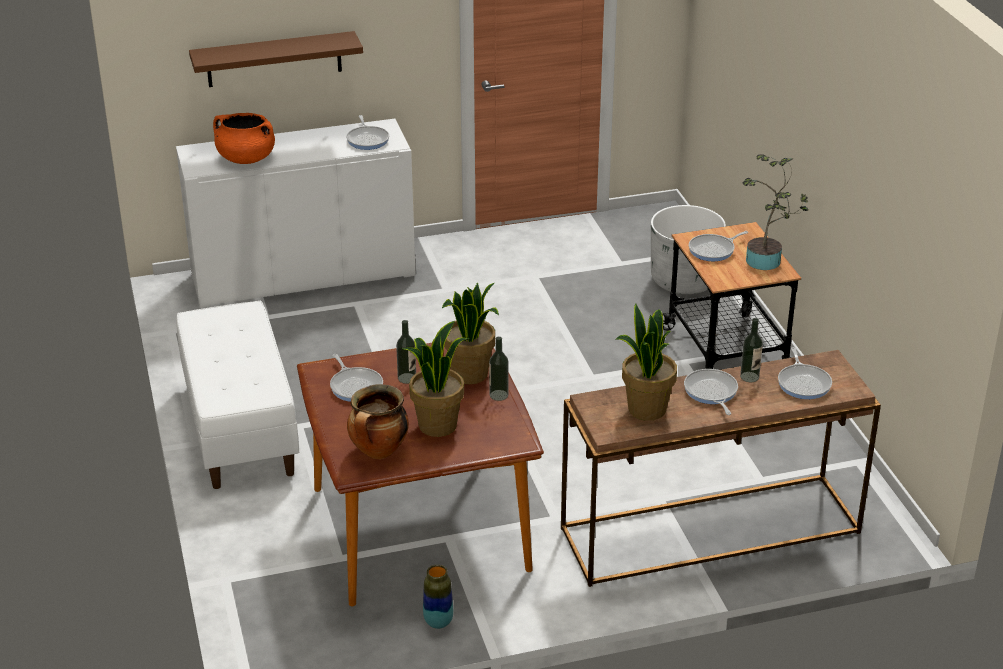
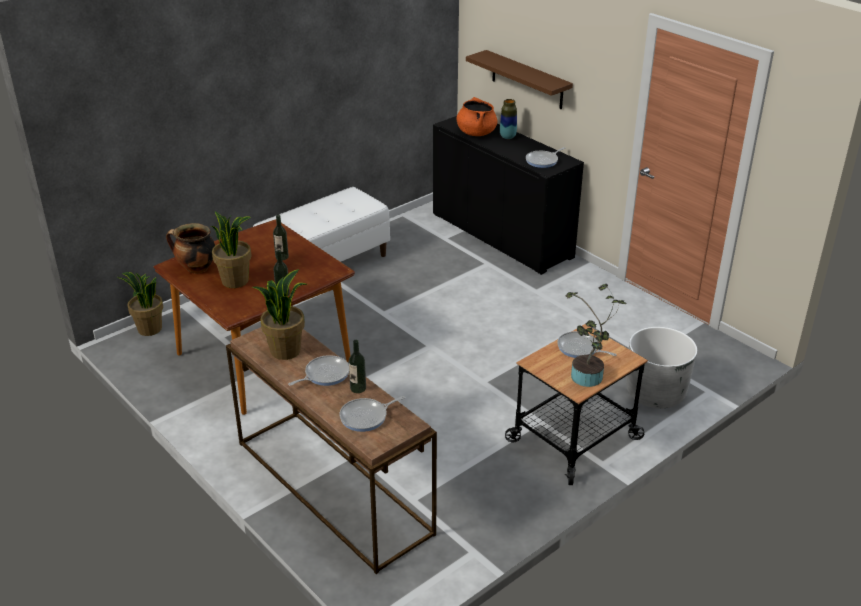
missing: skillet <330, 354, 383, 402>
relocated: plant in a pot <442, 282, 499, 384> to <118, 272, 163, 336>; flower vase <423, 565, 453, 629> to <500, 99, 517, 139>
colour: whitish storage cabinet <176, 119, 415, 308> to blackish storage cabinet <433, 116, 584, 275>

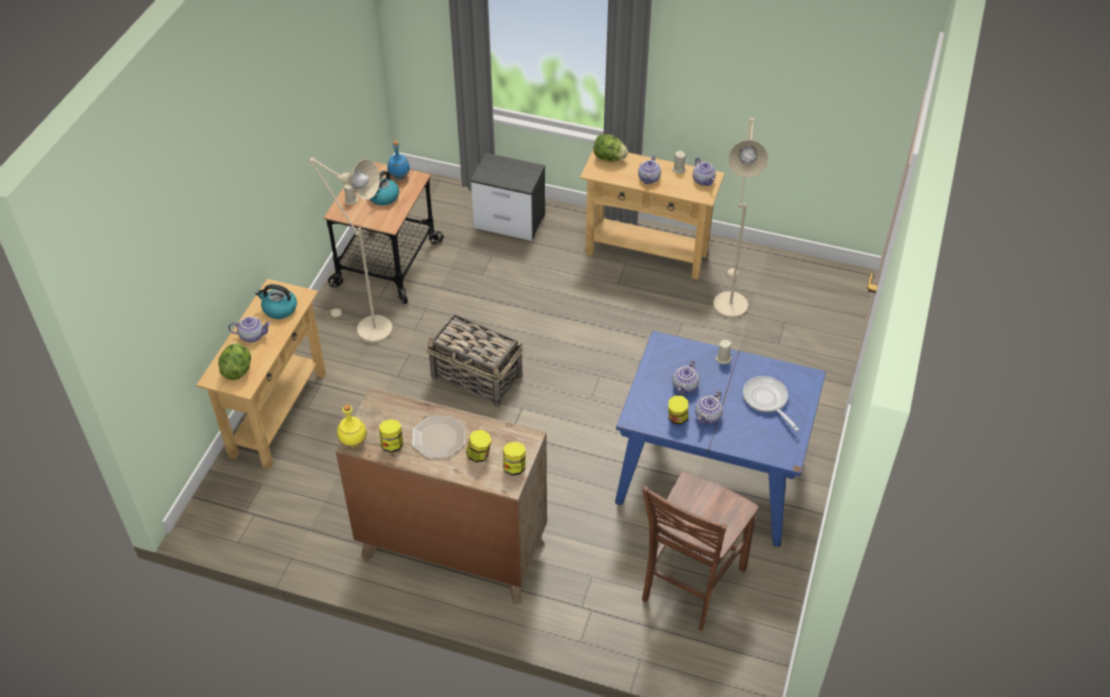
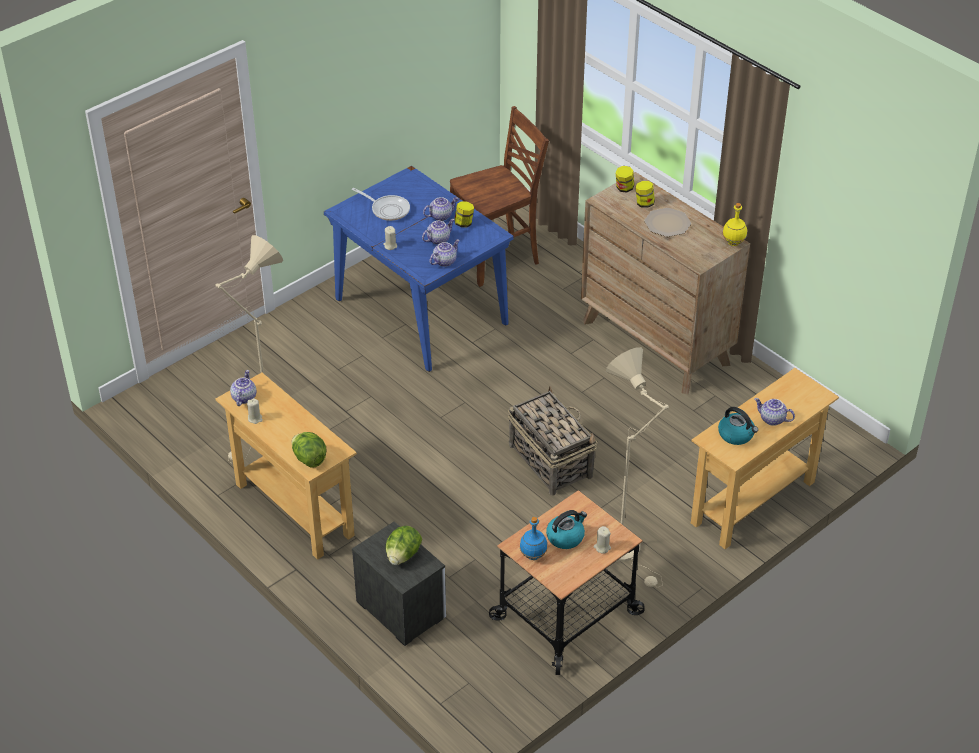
missing: preserve jar <379, 419, 403, 453>
relocated: lettuce head <219, 343, 251, 380> to <385, 526, 422, 565>; teapot <638, 155, 661, 184> to <429, 239, 460, 267>
spun: skillet <743, 376, 799, 431> = <352, 188, 410, 221> 60 degrees counterclockwise

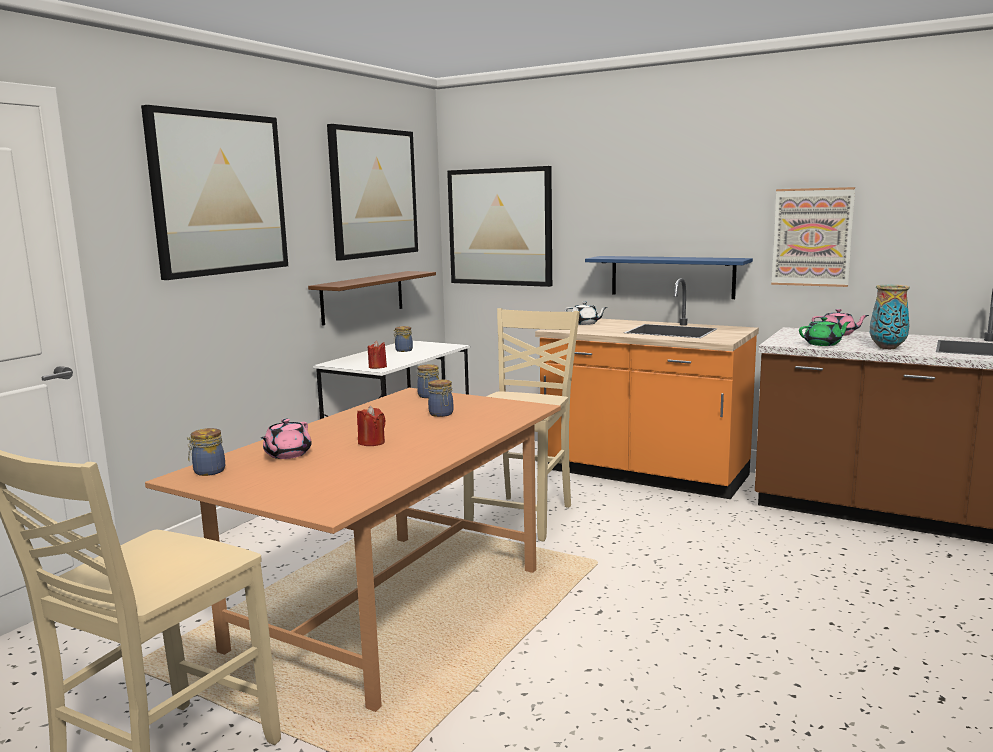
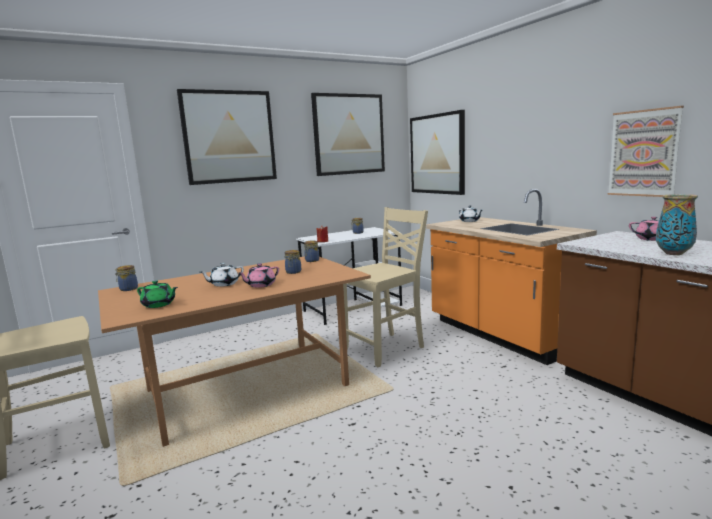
missing: brown-coloured bracket shelf <308, 271, 436, 326>; bluish bracket shelf <585, 256, 753, 299>
relocated: green teapot <799, 317, 850, 346> to <137, 281, 178, 308>; pink-coloured teapot <261, 418, 312, 459> to <238, 263, 279, 288>
exchanged: red candle <357, 406, 386, 446> to whitish teapot <200, 263, 244, 287>

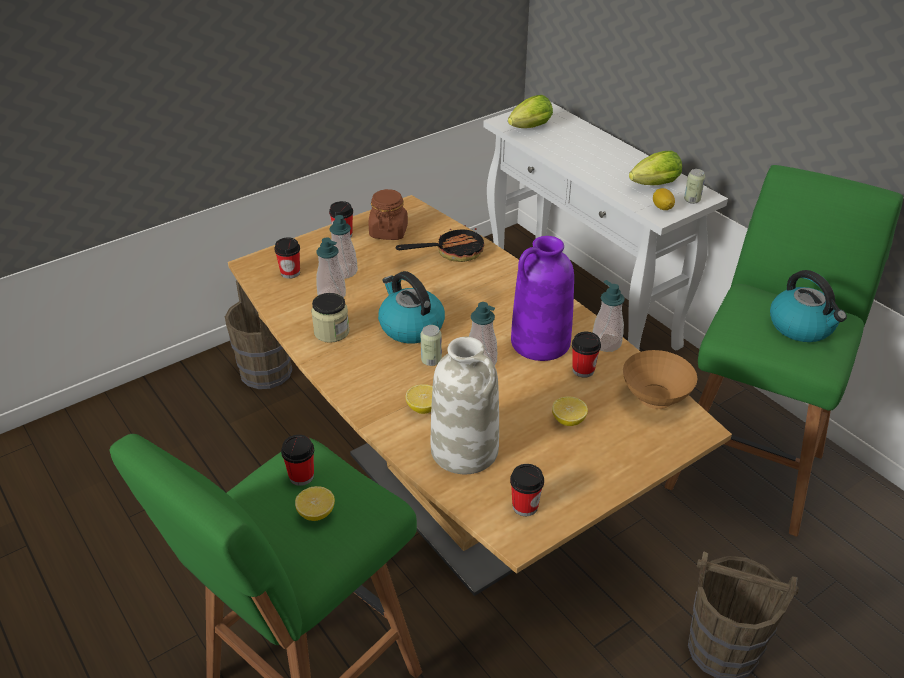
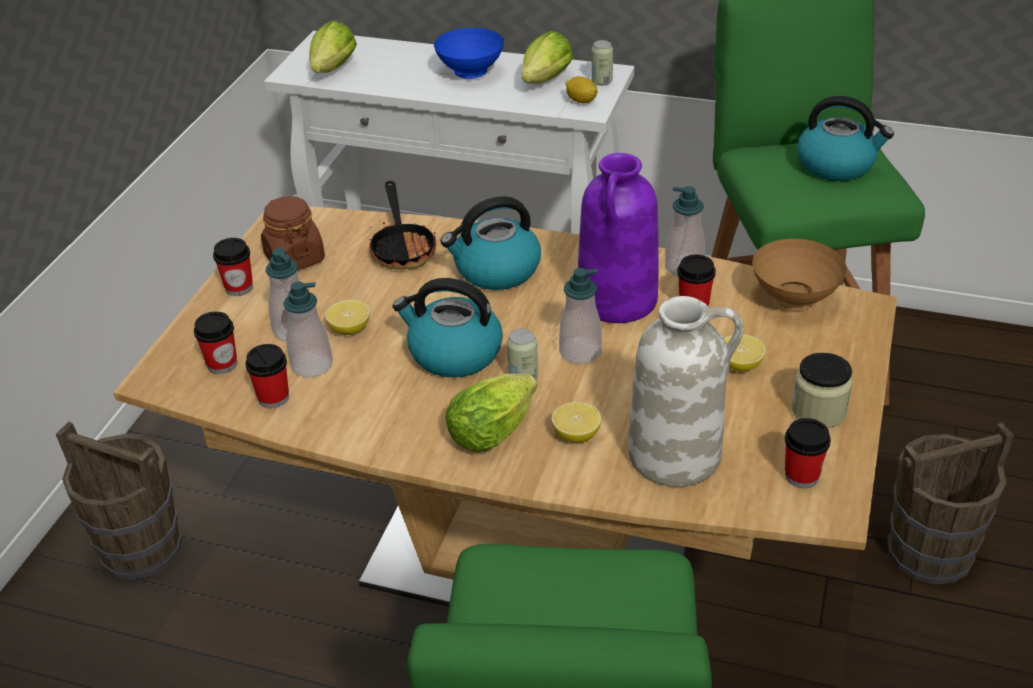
appeared: bluish deep dish <434, 28, 504, 79>; kettle <441, 196, 541, 290>; lettuce head <446, 374, 538, 452>
relocated: cup <281, 435, 314, 486> to <245, 344, 289, 408>; citrus fruit <295, 486, 335, 521> to <325, 300, 370, 335>; preserve jar <311, 293, 350, 343> to <792, 352, 853, 428>
spun: skillet <396, 223, 484, 262> = <369, 181, 436, 269> 135 degrees clockwise

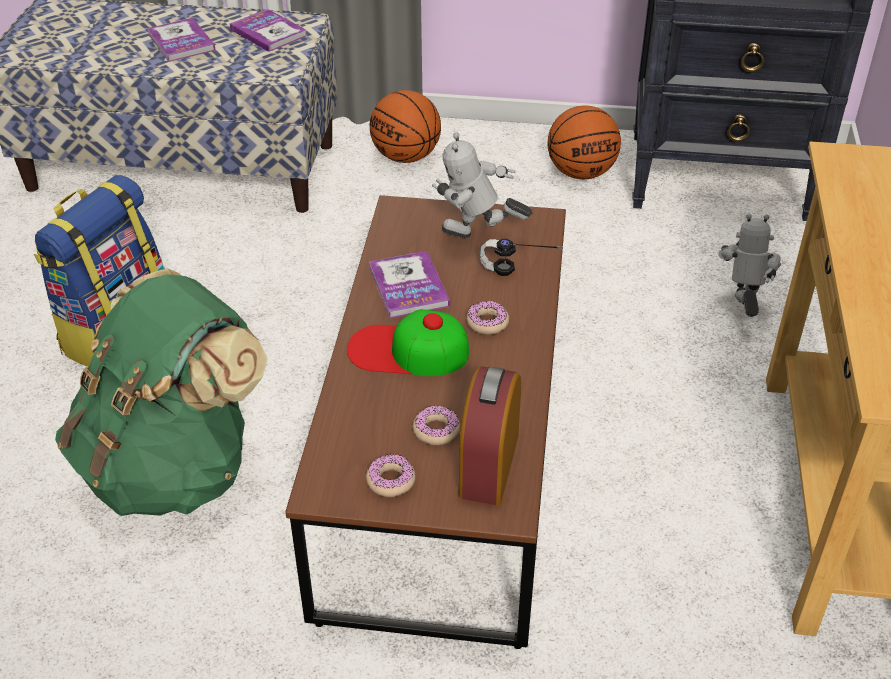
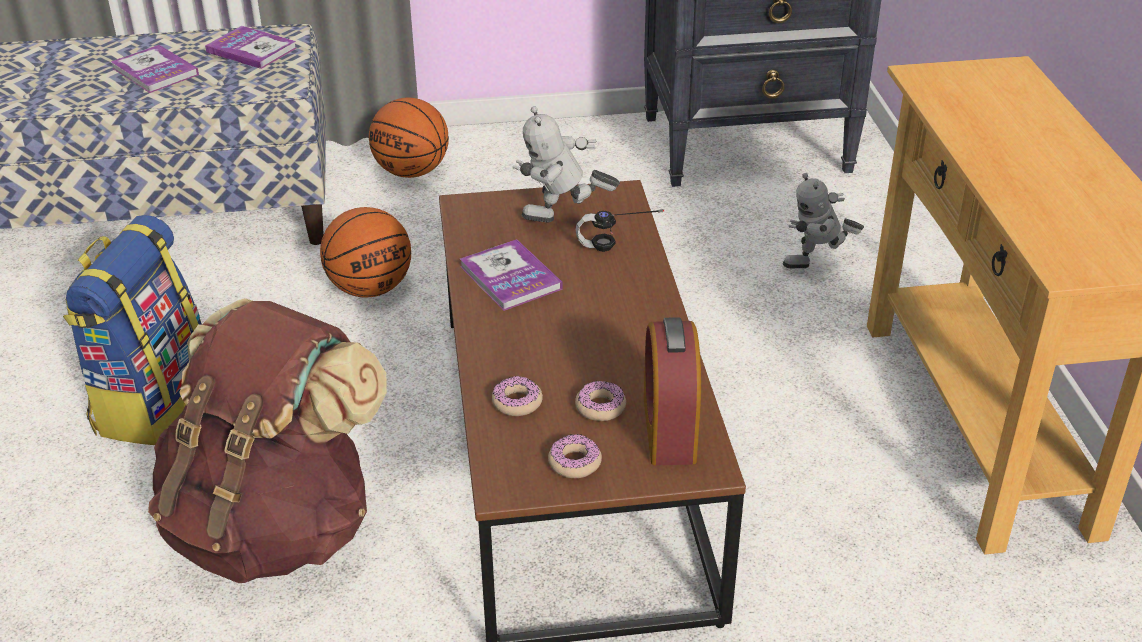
missing: peaked cap <347, 309, 469, 376>
relocated: basketball <548, 106, 621, 180> to <320, 207, 411, 298>; ring doughnut <466, 301, 509, 335> to <492, 376, 543, 416>
colour: green backpack <55, 269, 268, 516> to brown-coloured backpack <148, 298, 386, 583>
spun: toy robot <718, 214, 781, 317> = <783, 173, 864, 268> 105 degrees counterclockwise

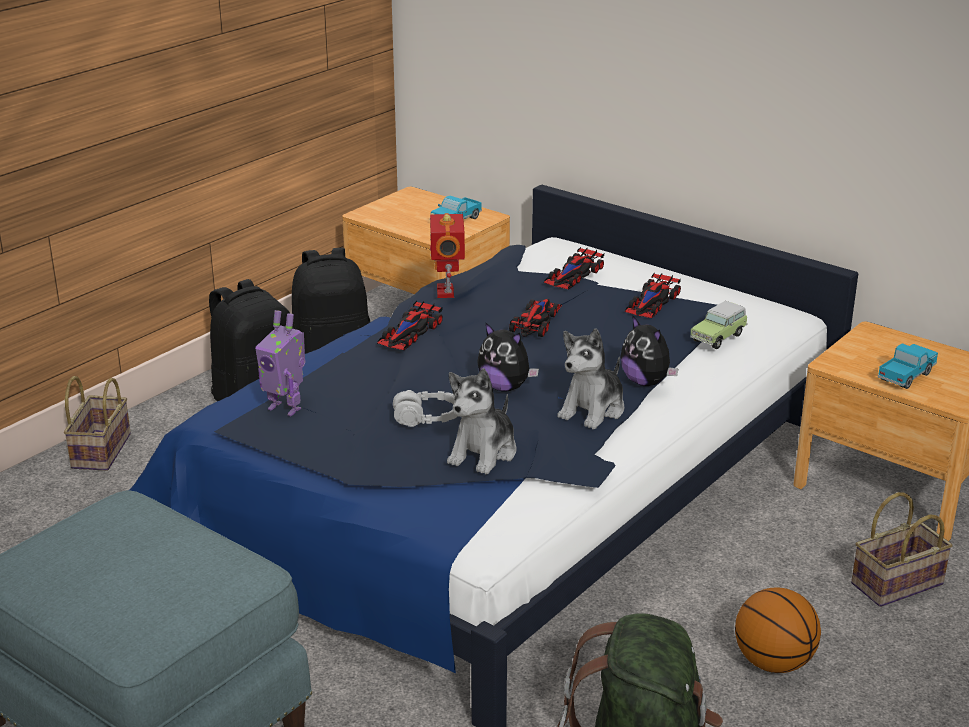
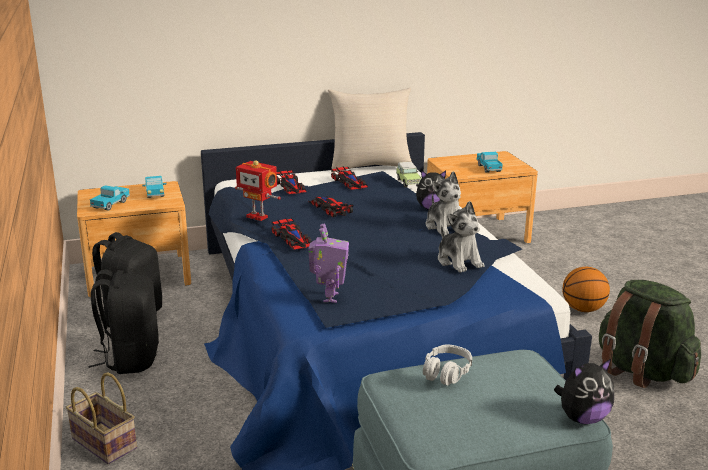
missing: household basket <851, 492, 952, 607>
appeared: model truck <90, 185, 130, 211>; beige-coloured throw pillow <328, 88, 412, 172>
relocated: grey headset <393, 390, 458, 427> to <423, 345, 472, 385>; soft toy <477, 323, 539, 392> to <554, 359, 614, 424>
spun: toy robot <255, 310, 306, 416> = <308, 224, 349, 303> 60 degrees counterclockwise

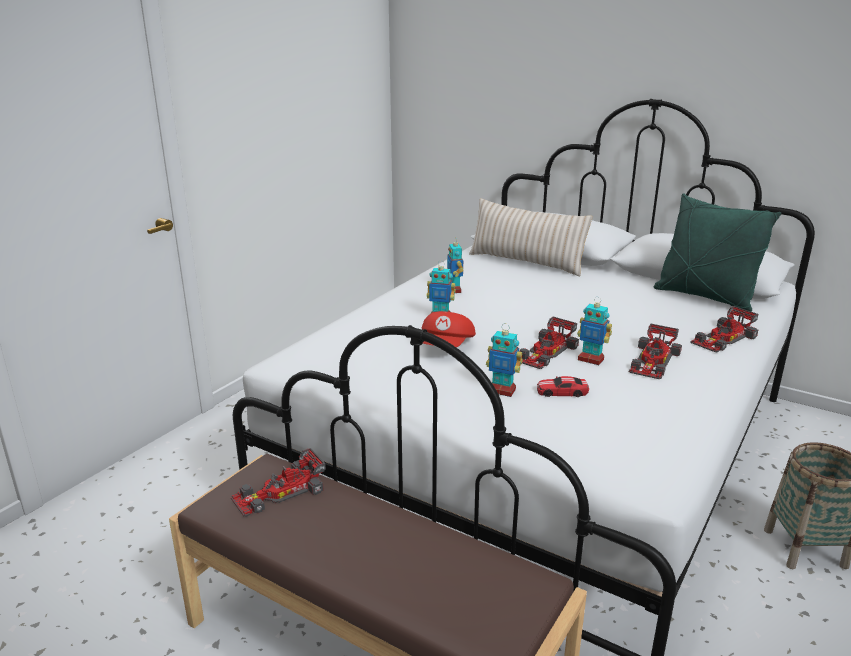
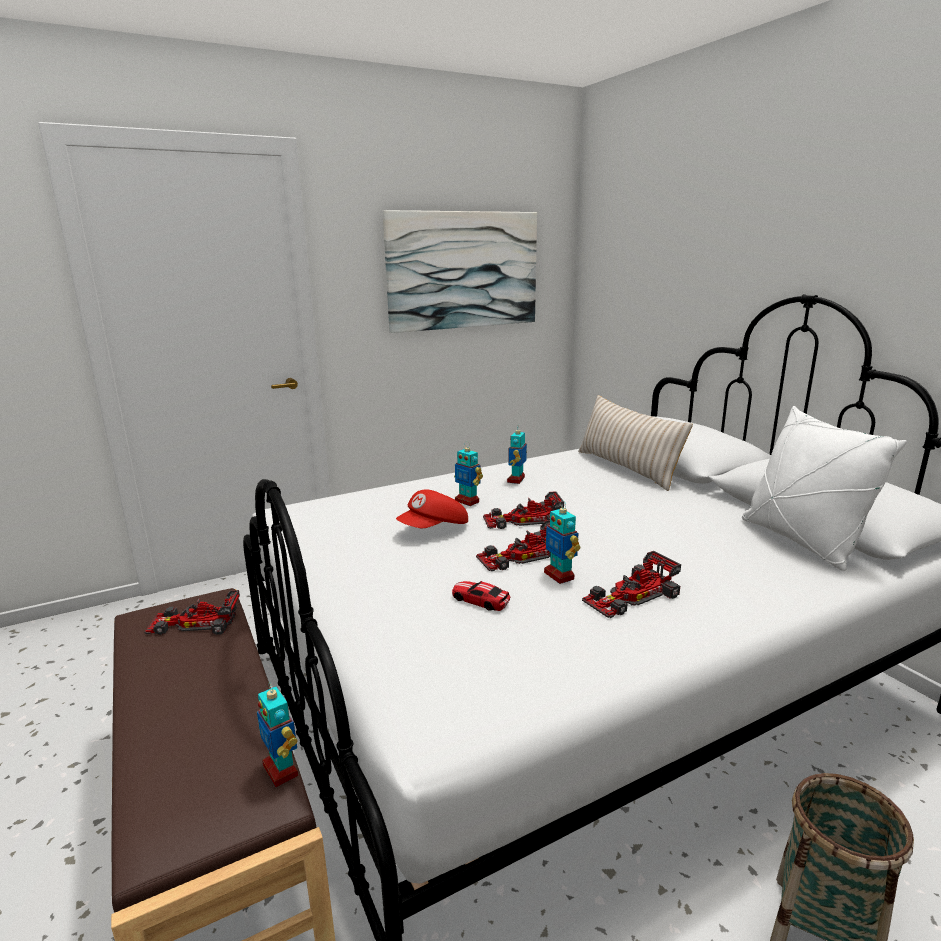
appeared: picture <383, 210, 537, 333>
relocated: toy robot <486, 324, 523, 397> to <257, 682, 298, 787>; toy car <690, 306, 758, 352> to <483, 491, 564, 529>
colour: green throw pillow <654, 193, 781, 311> to whitish throw pillow <742, 406, 907, 571>

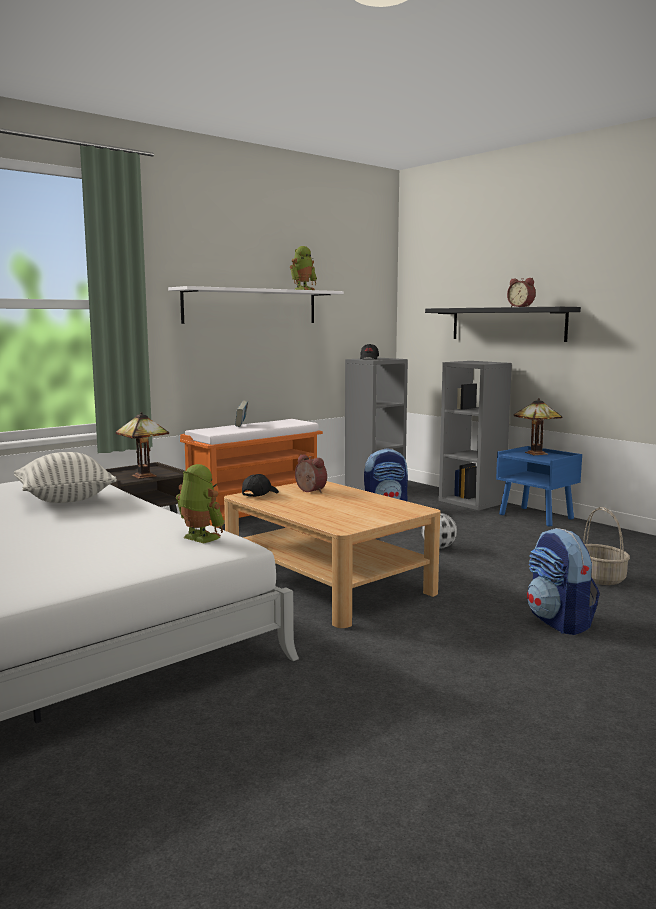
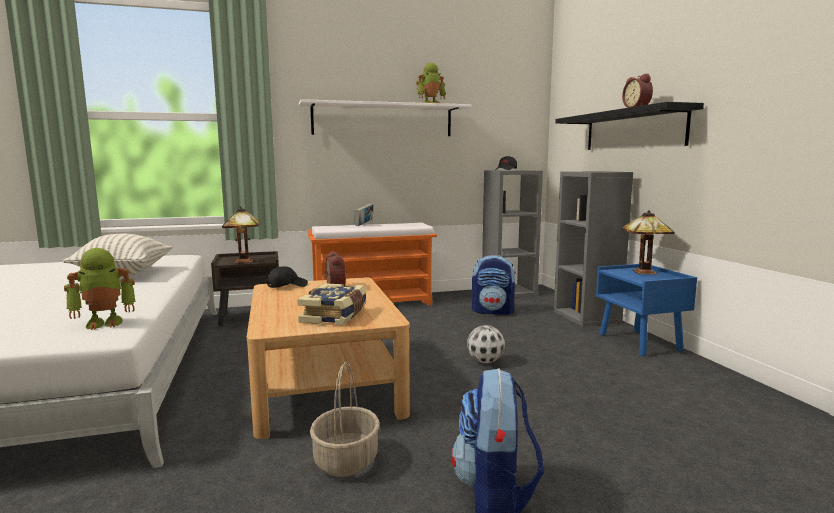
appeared: book <298, 283, 367, 325>
relocated: household basket <583, 507, 630, 585> to <310, 362, 379, 477>
spun: toy robot <176, 464, 224, 544> = <64, 248, 136, 330> 90 degrees clockwise

